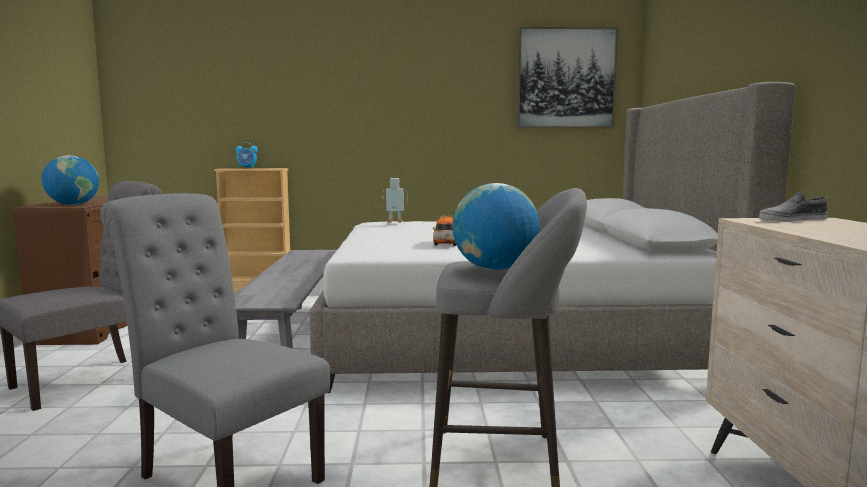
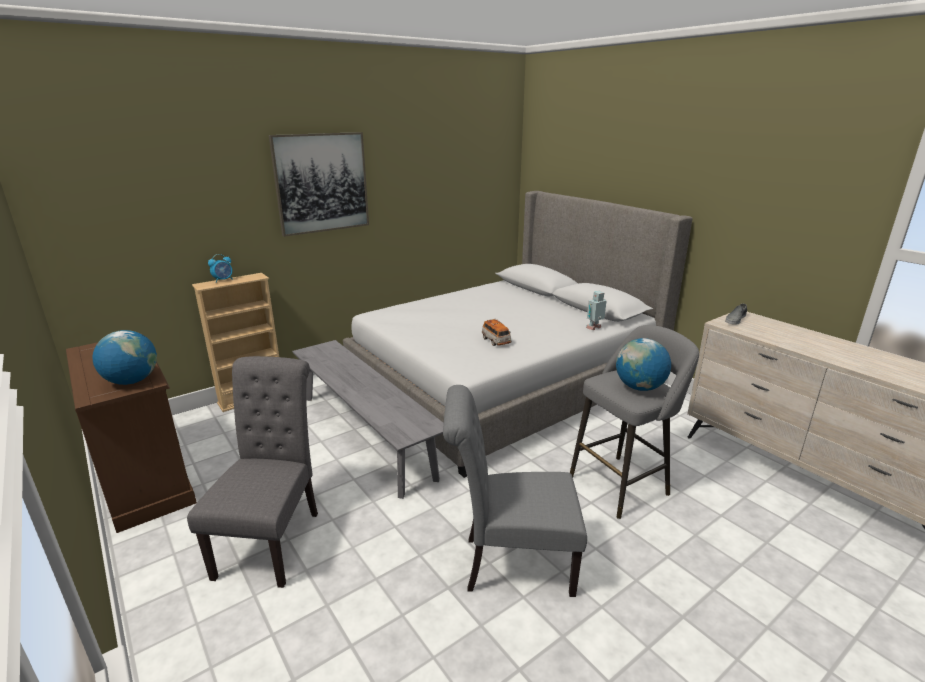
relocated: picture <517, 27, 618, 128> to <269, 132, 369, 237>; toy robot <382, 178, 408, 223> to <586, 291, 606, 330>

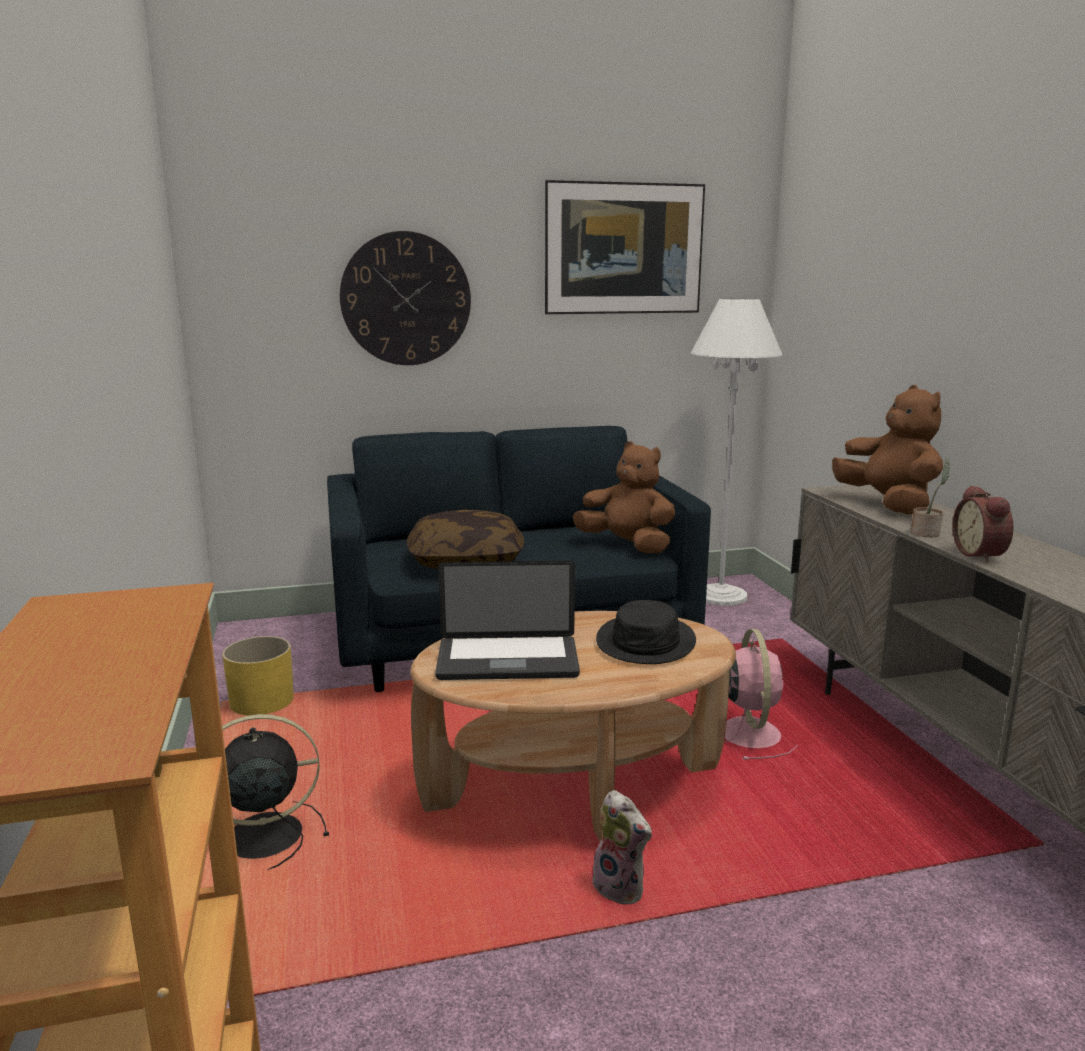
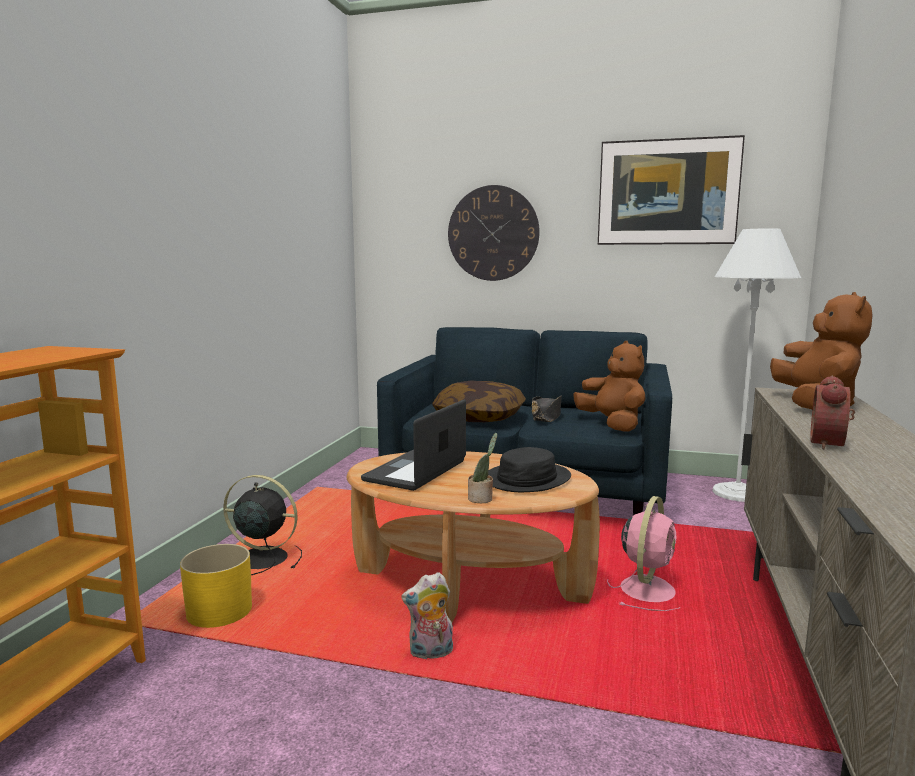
appeared: blackish hat <532, 395, 562, 422>
relocated: yellow-coloured planter <222, 636, 294, 715> to <180, 544, 252, 628>; plant in a pot <911, 458, 950, 537> to <468, 433, 497, 503>
spun: notebook computer <435, 561, 580, 680> = <361, 399, 466, 491> 90 degrees clockwise; soft toy <586, 790, 652, 904> = <401, 572, 453, 659> 90 degrees clockwise

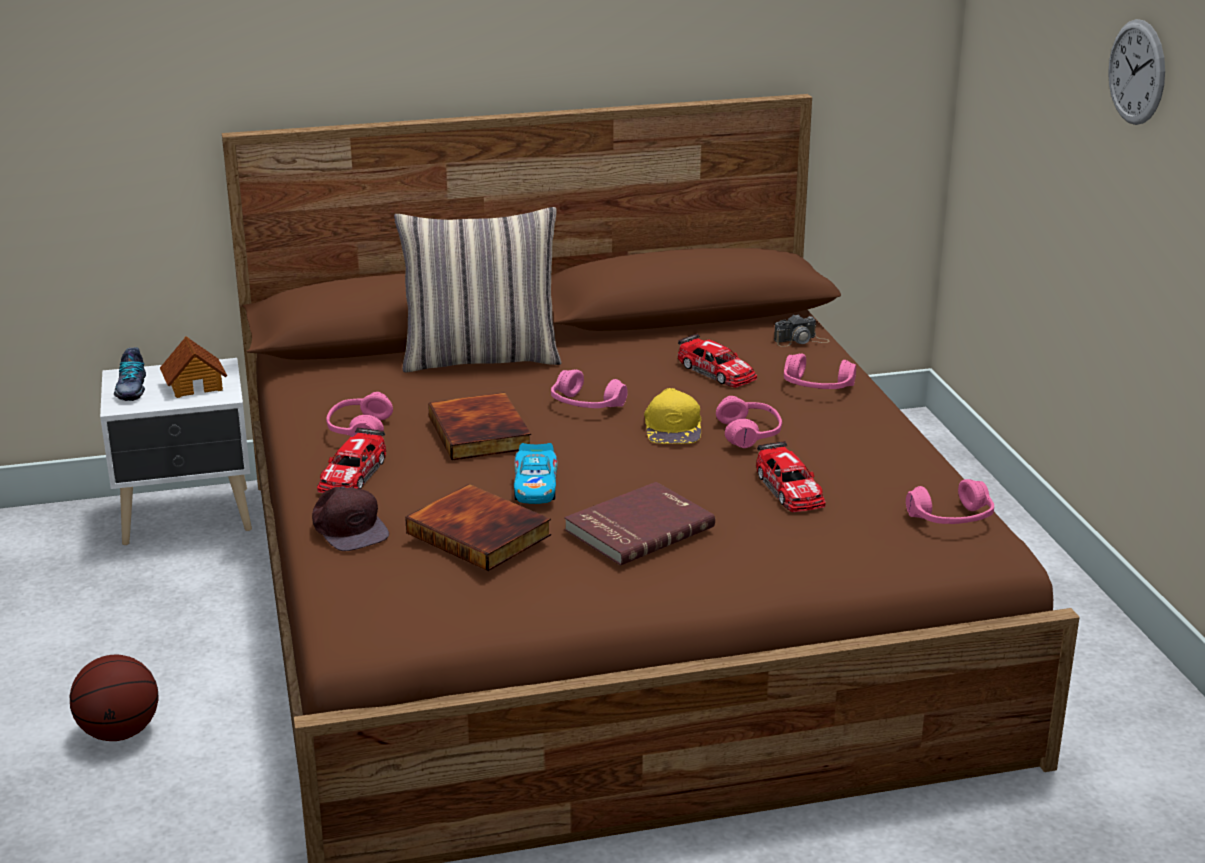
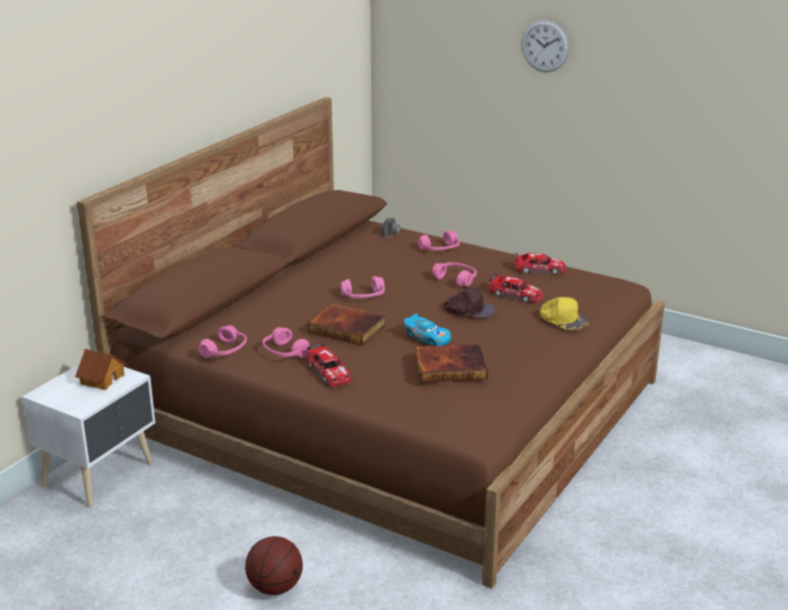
missing: item of footwear <114, 347, 146, 401>; throw pillow <394, 207, 562, 372>; red book <564, 482, 715, 566>
relocated: pink-coloured headset <906, 479, 994, 524> to <199, 325, 247, 358>; brown-coloured peaked cap <312, 486, 389, 551> to <444, 288, 496, 318>; toy car <678, 334, 757, 388> to <514, 253, 566, 274>; yellow-coloured peaked cap <644, 388, 701, 444> to <540, 297, 589, 331>

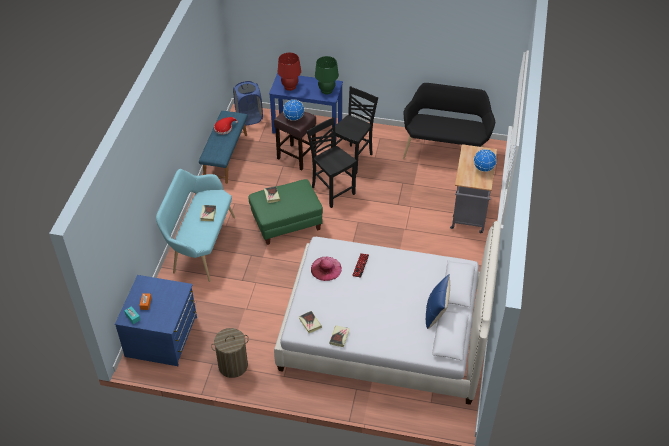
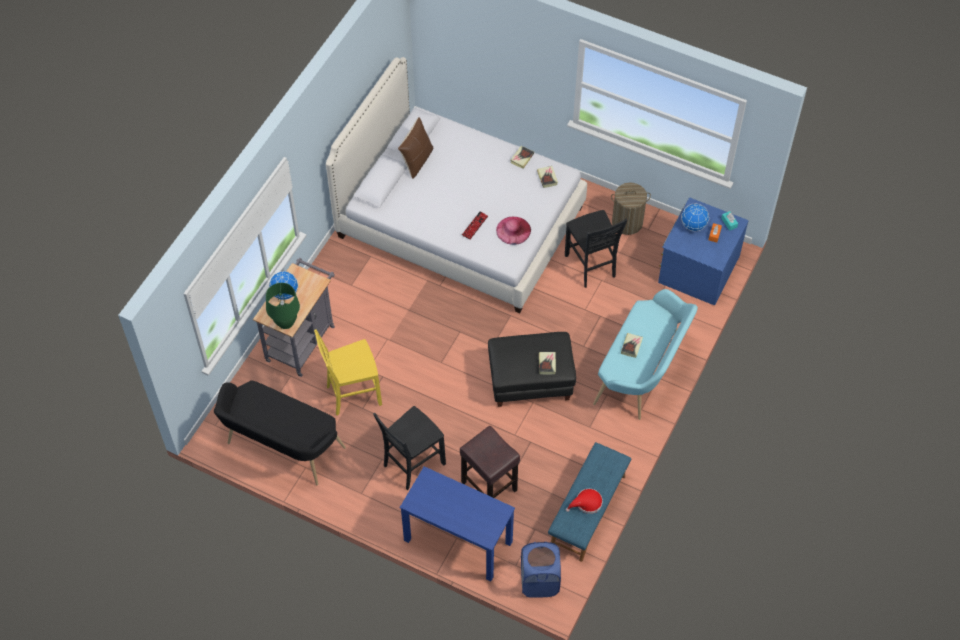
missing: red lamp for a table <278, 53, 301, 91>
appeared: yellow-coloured upright chair <314, 329, 382, 415>
relocated: green lamp for a table <315, 56, 339, 94> to <266, 283, 300, 329>; blackish upright chair <307, 117, 357, 208> to <565, 210, 628, 288>; globe <283, 99, 304, 121> to <681, 204, 709, 231>
colour: bluish throw pillow <426, 274, 450, 329> to brown-coloured throw pillow <398, 117, 433, 179>; green ottoman <249, 179, 323, 245> to blackish ottoman <488, 332, 576, 407>

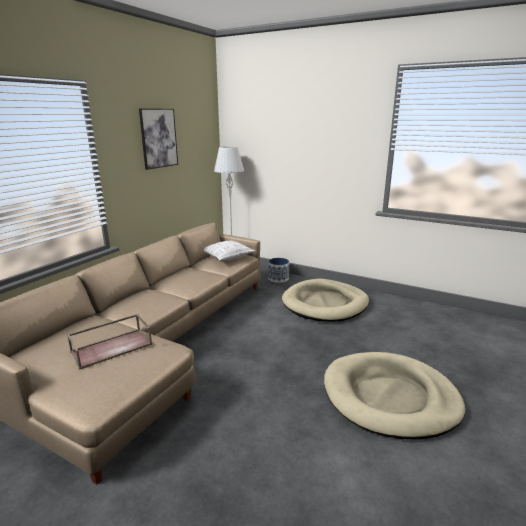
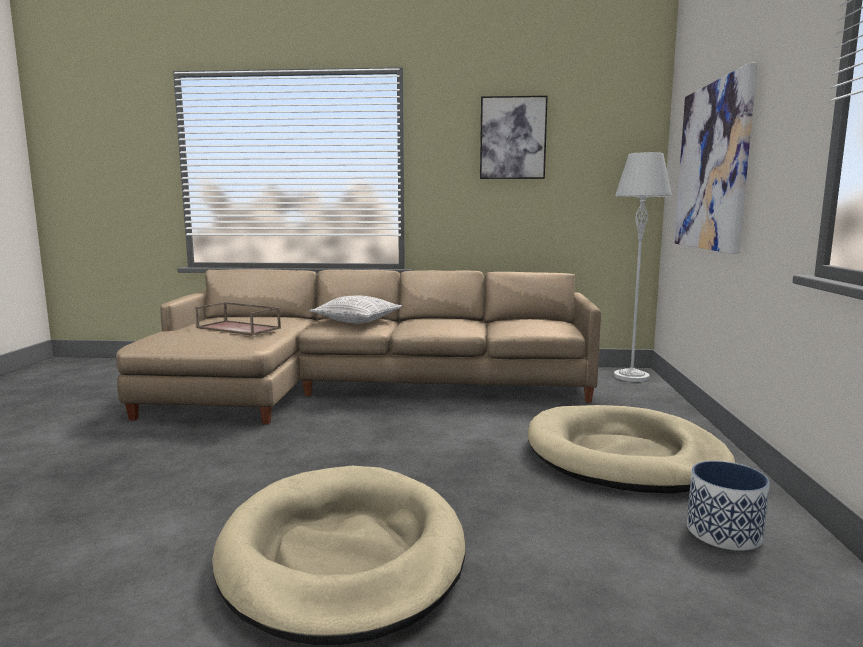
appeared: picture <674, 63, 757, 254>
relocated: throw pillow <204, 241, 256, 260> to <309, 296, 402, 323>; planter <268, 258, 289, 283> to <687, 461, 770, 551>

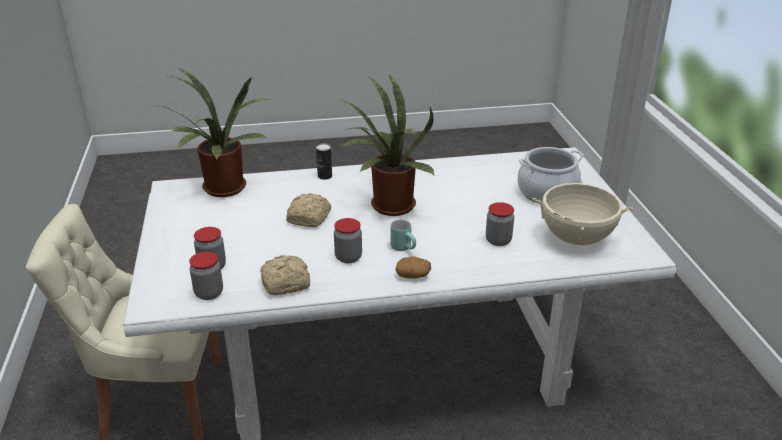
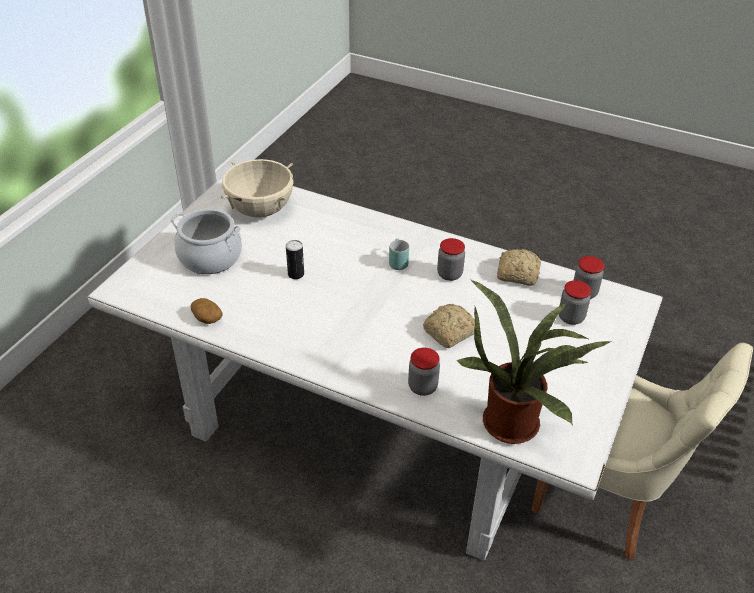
missing: plant in a pot <341, 74, 434, 216>
relocated: whole potato <395, 257, 431, 279> to <191, 298, 223, 324>; metal can <316, 143, 332, 180> to <286, 240, 304, 279>; preserve jar <486, 202, 514, 246> to <408, 348, 440, 396>

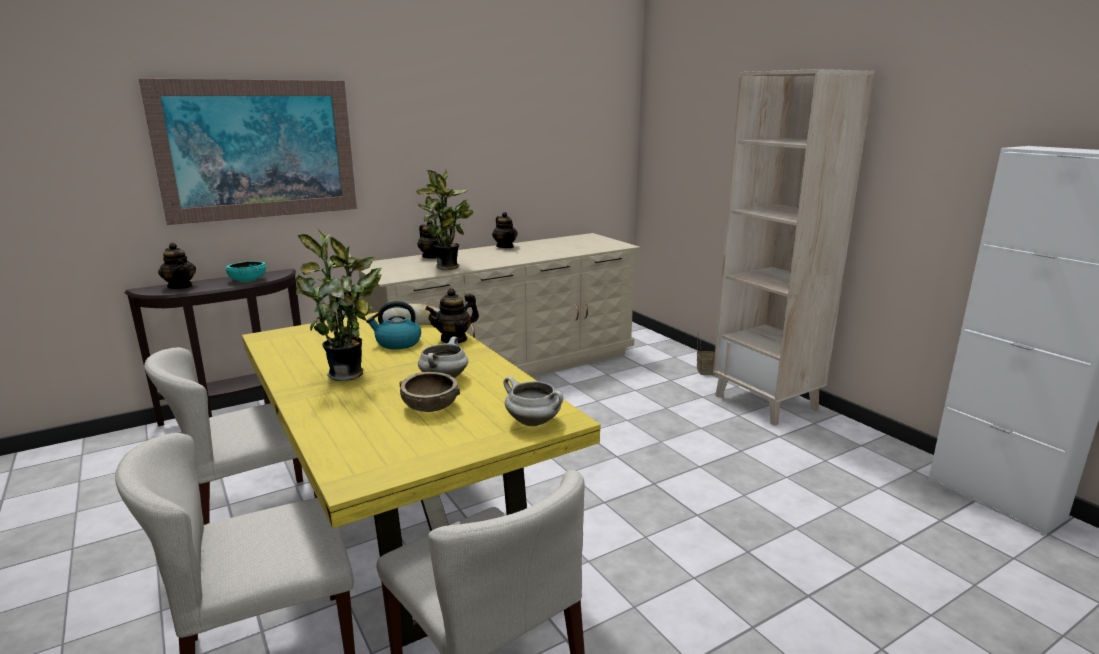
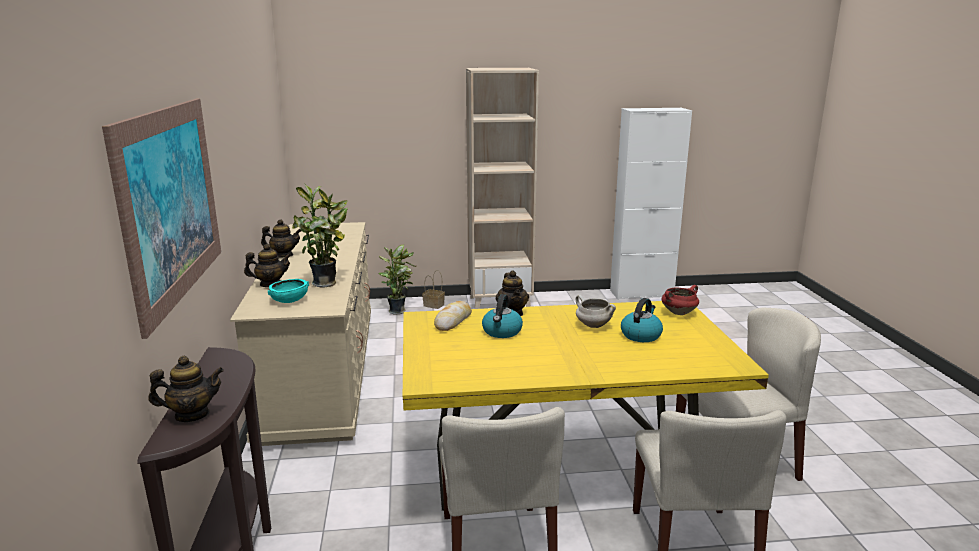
relocated: turquoise-coloured deep dish <226, 261, 266, 282> to <268, 279, 309, 303>; plant in a pot <296, 229, 382, 381> to <378, 245, 416, 315>
exchanged: brown-coloured deep dish <400, 372, 460, 412> to kettle <621, 298, 663, 342>
colour: whitish cooking pot <503, 376, 563, 426> to red cooking pot <662, 285, 699, 315>

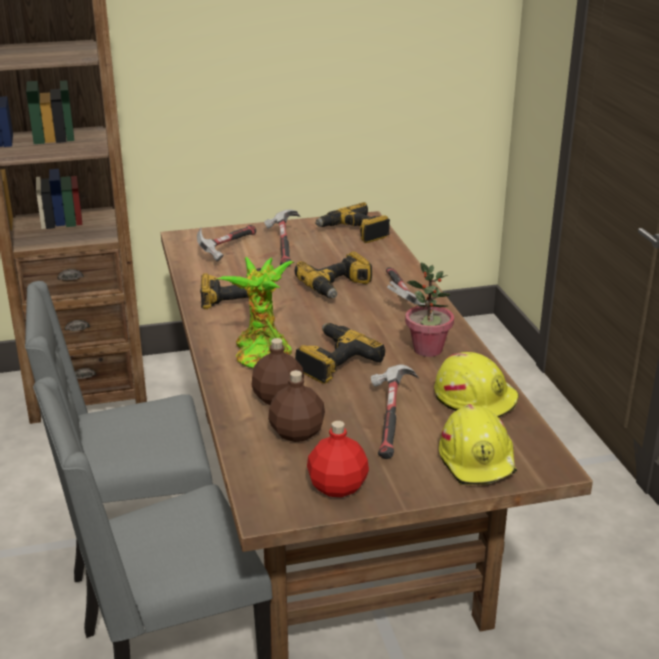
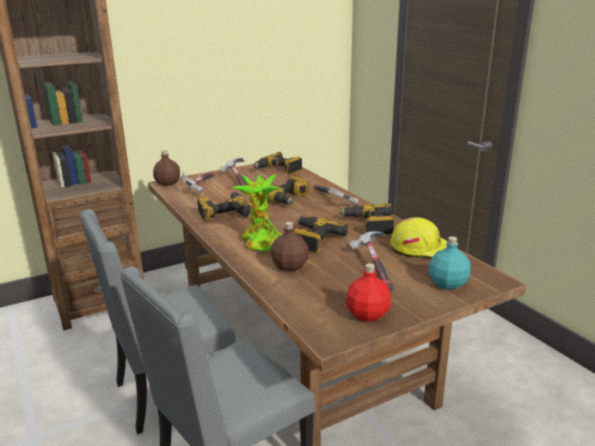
relocated: brown-coloured beverage bottle <268, 370, 325, 442> to <153, 150, 180, 186>
exchanged: plant in a pot <405, 262, 454, 357> to electric drill <339, 204, 394, 236>; yellow-coloured safety helmet <439, 404, 517, 485> to turquoise-coloured beverage bottle <429, 236, 471, 289>

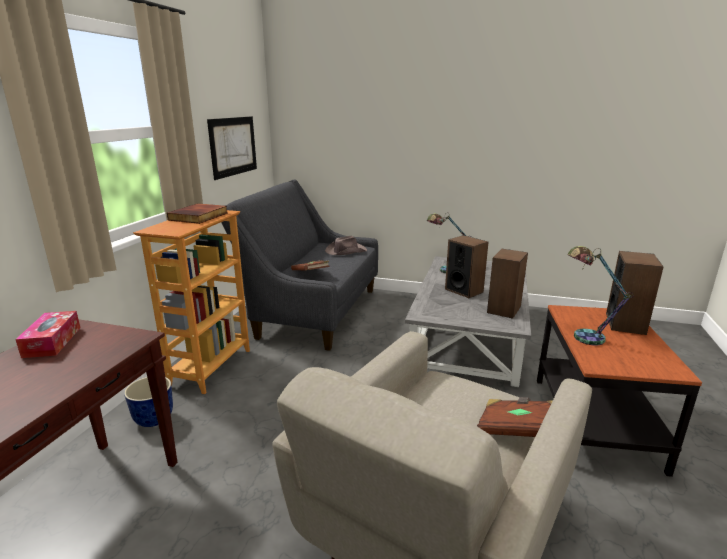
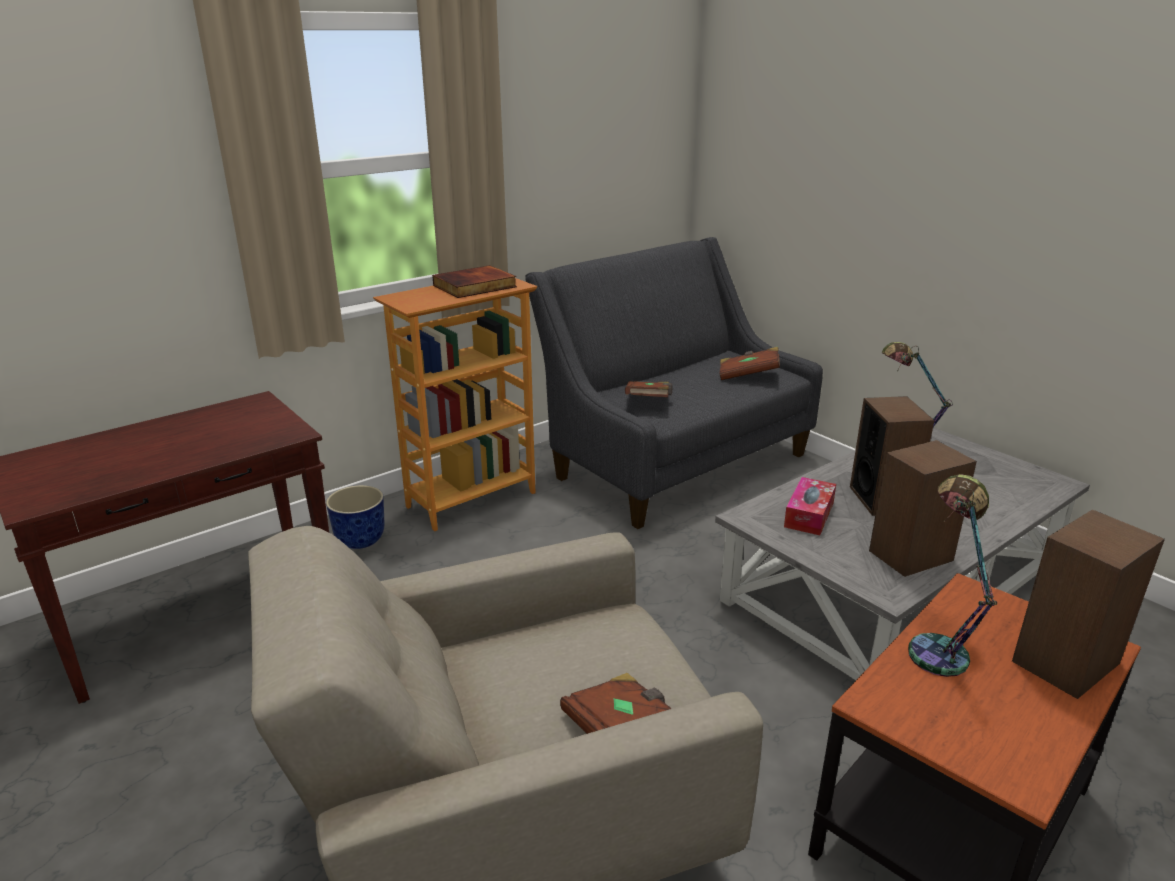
missing: picture <207, 116, 257, 180>
relocated: box of tissues <15, 311, 80, 358> to <784, 477, 836, 535>
exchanged: brown-coloured hat <325, 236, 367, 255> to brown-coloured book <719, 347, 780, 380>

